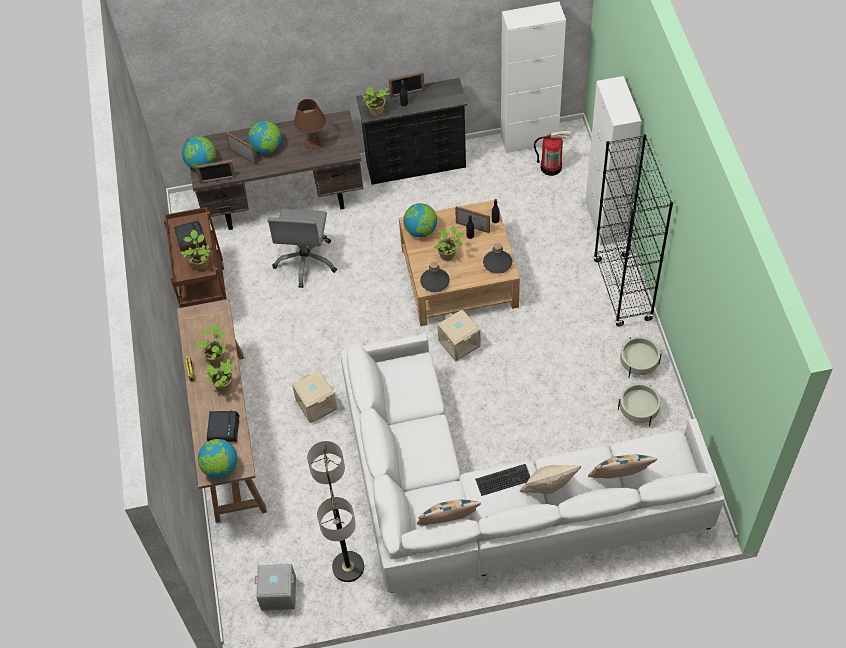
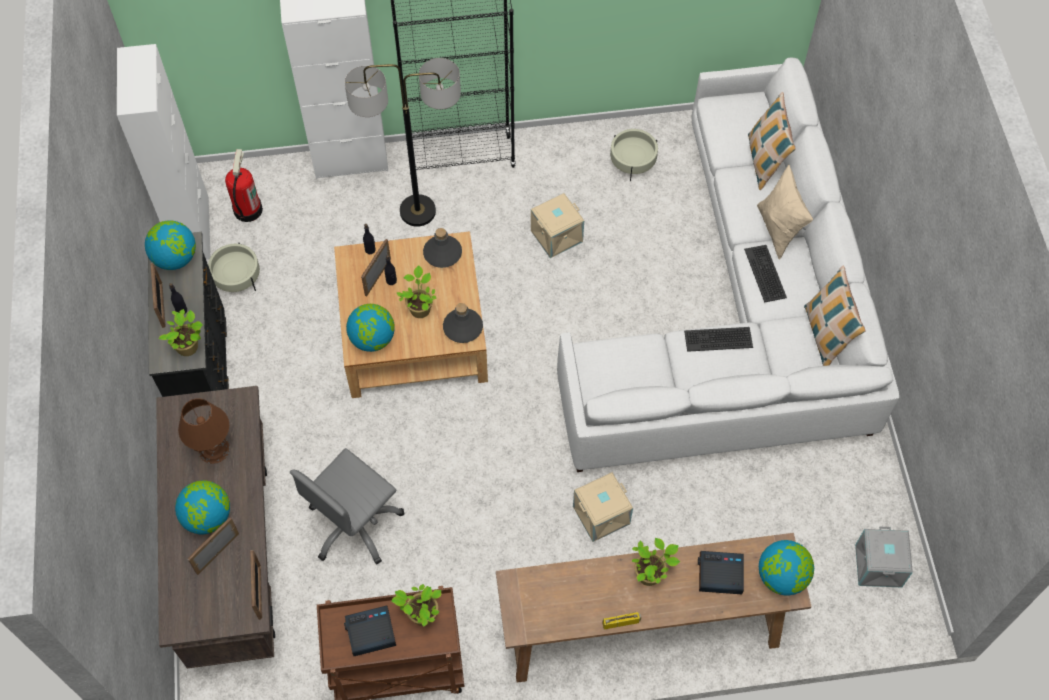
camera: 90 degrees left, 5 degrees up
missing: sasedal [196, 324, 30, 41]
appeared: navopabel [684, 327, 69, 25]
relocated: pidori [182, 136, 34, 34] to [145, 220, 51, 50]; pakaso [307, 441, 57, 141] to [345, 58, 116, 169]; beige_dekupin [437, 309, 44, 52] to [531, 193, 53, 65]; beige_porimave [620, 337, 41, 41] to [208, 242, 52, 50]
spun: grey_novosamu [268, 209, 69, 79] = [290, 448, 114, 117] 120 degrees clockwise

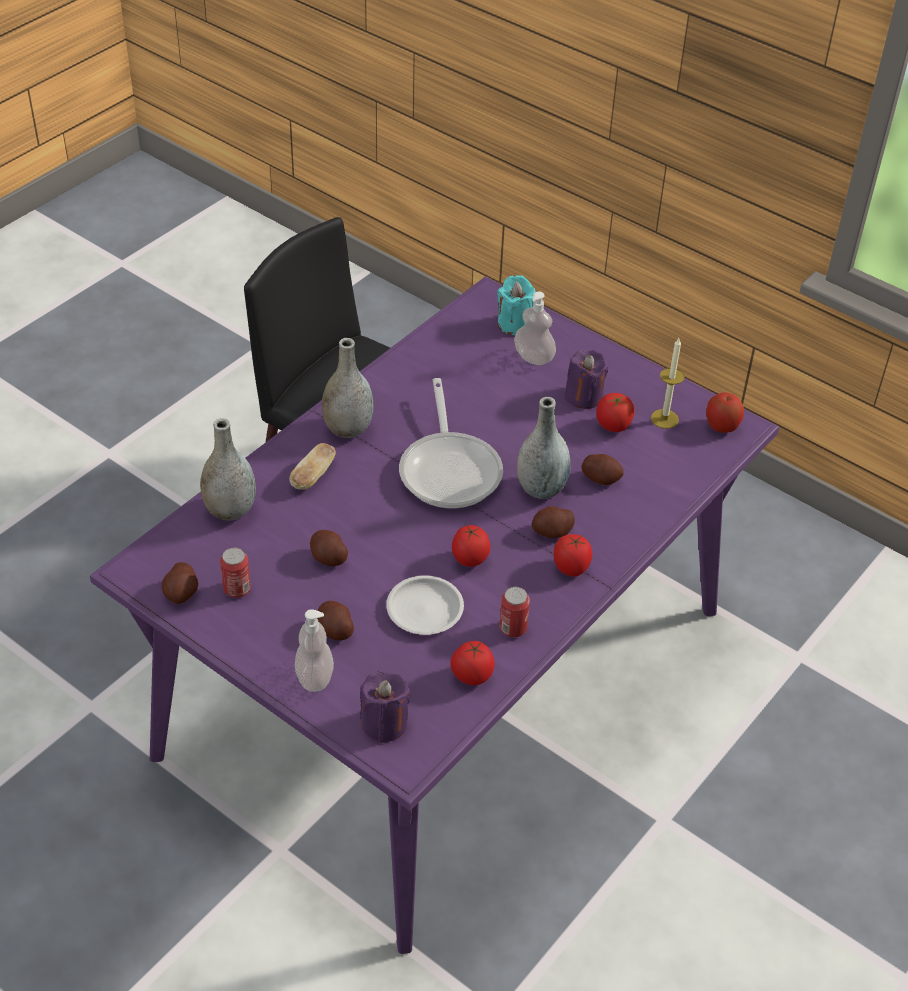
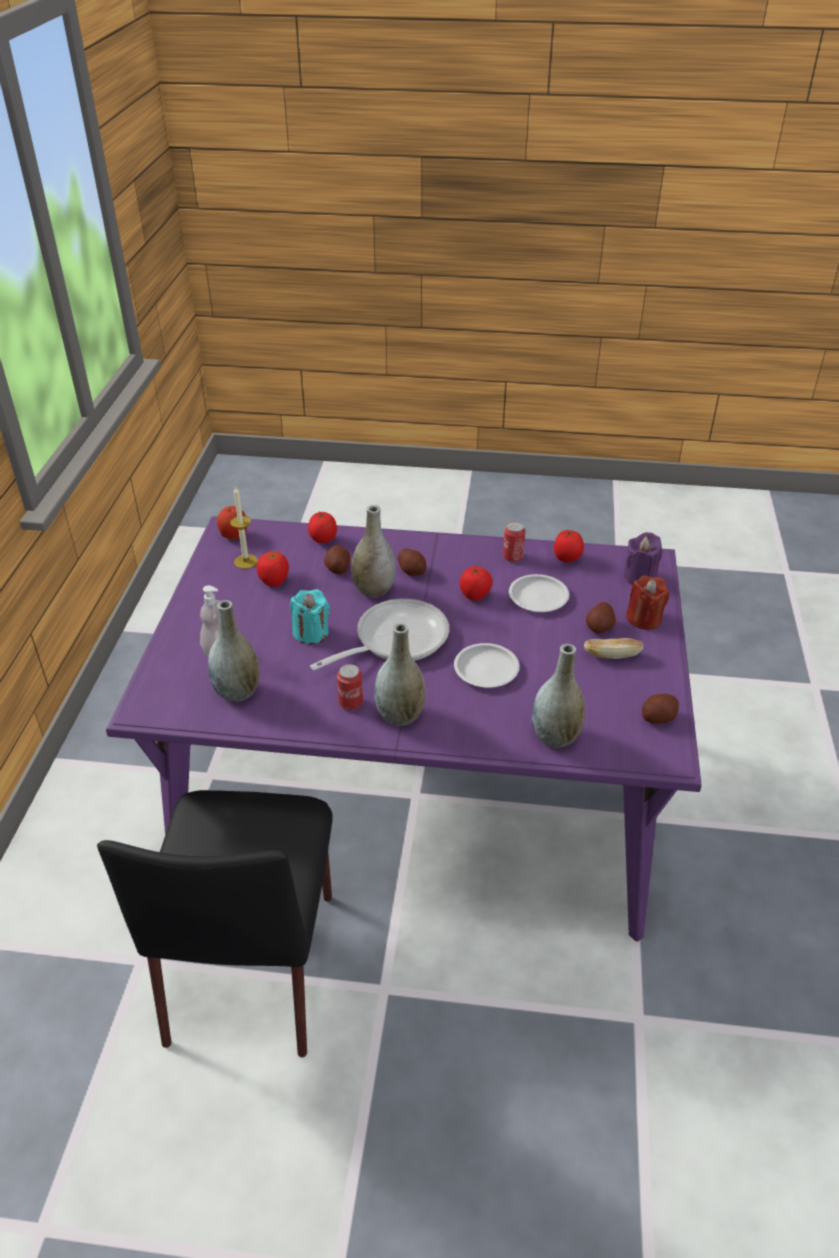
camera: 120 degrees left, 5 degrees down
missing: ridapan [310, 530, 38, 36]; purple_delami [564, 350, 44, 59]
appeared: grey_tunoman [208, 600, 52, 102]; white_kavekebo [454, 643, 65, 45]
relocated: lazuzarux [220, 547, 31, 51] to [337, 664, 26, 46]; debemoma [289, 443, 47, 47] to [584, 638, 60, 21]; turquoise_delami [497, 275, 39, 60] to [290, 589, 40, 55]; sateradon [554, 534, 38, 43] to [308, 512, 29, 31]
exchanged: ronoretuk [295, 609, 39, 83] to red_delami [626, 575, 43, 55]

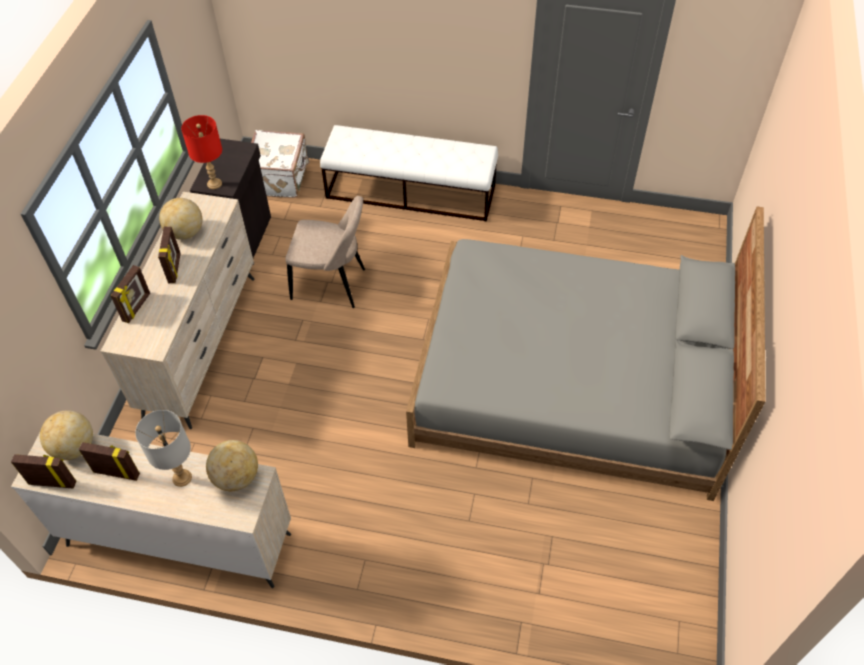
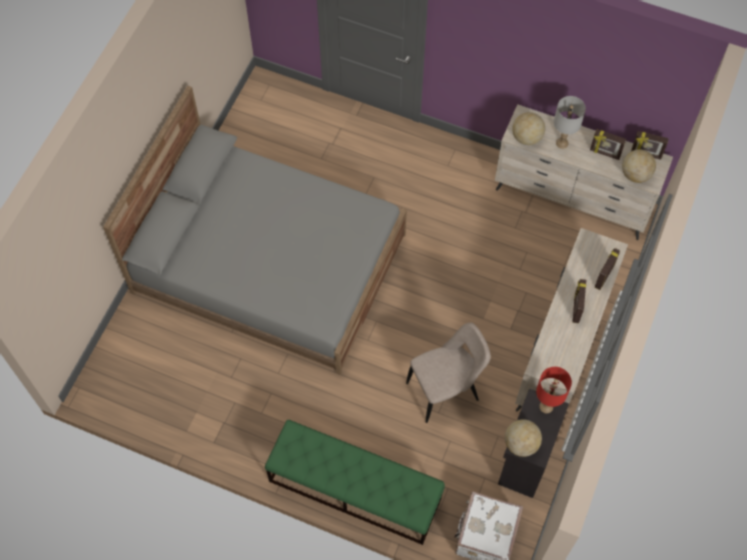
camera: 170 degrees left, 10 degrees up
relocated: pidori [159, 198, 43, 42] to [505, 419, 37, 38]
colour: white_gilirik [320, 125, 178, 96] to green_gilirik [265, 420, 180, 125]
spun: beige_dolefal [285, 196, 80, 112] = [406, 322, 85, 101] 135 degrees clockwise

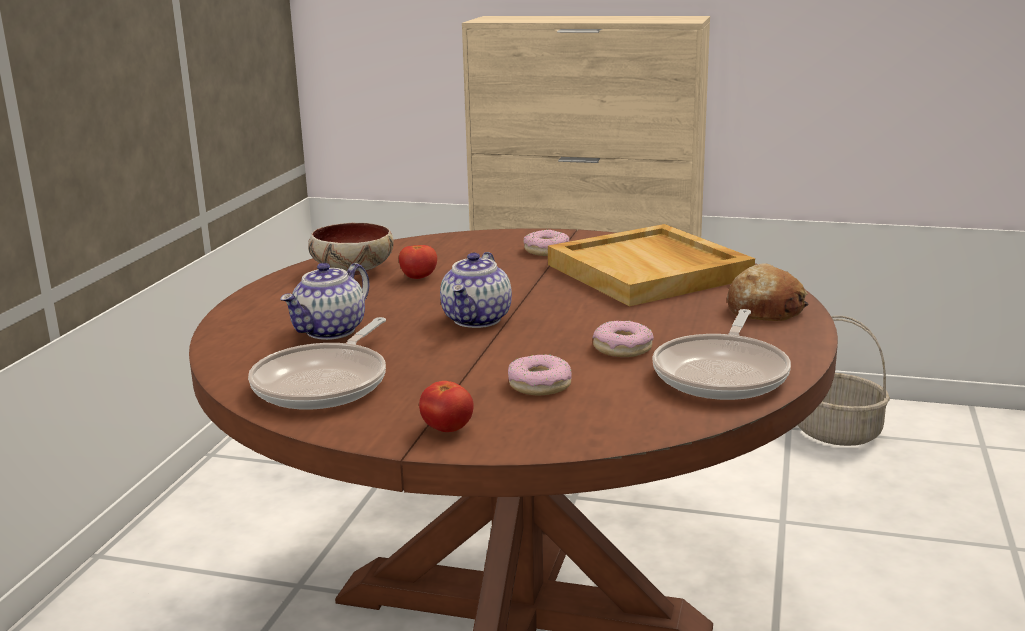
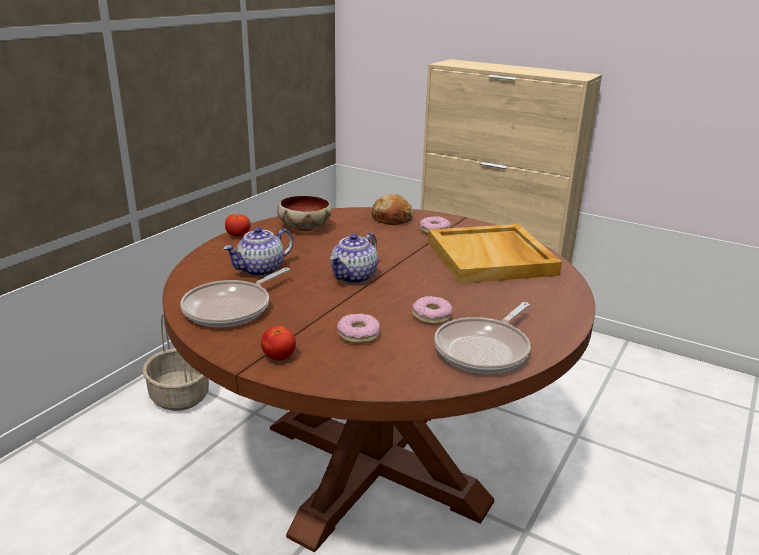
camera: 15 degrees right, 5 degrees up
relocated: sateradon [399, 245, 38, 34] to [225, 214, 26, 23]; debemoma [727, 263, 81, 58] to [371, 194, 43, 31]; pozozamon [797, 316, 93, 130] to [142, 314, 67, 97]

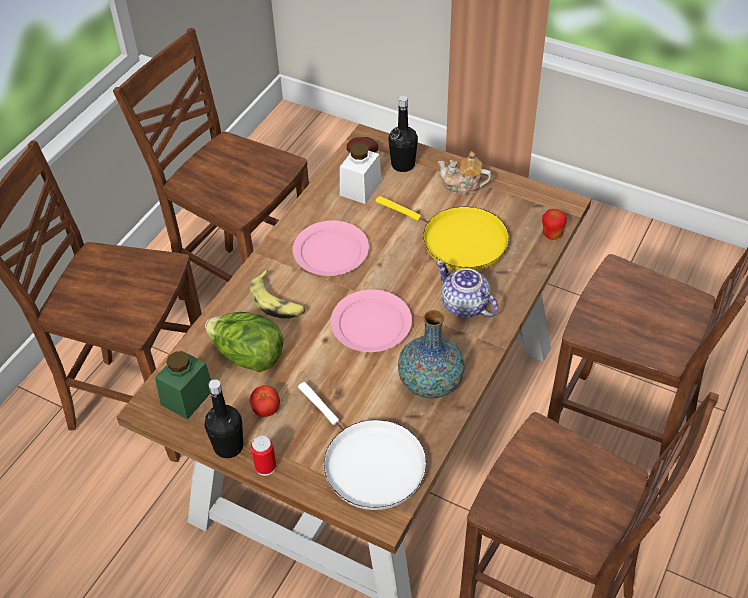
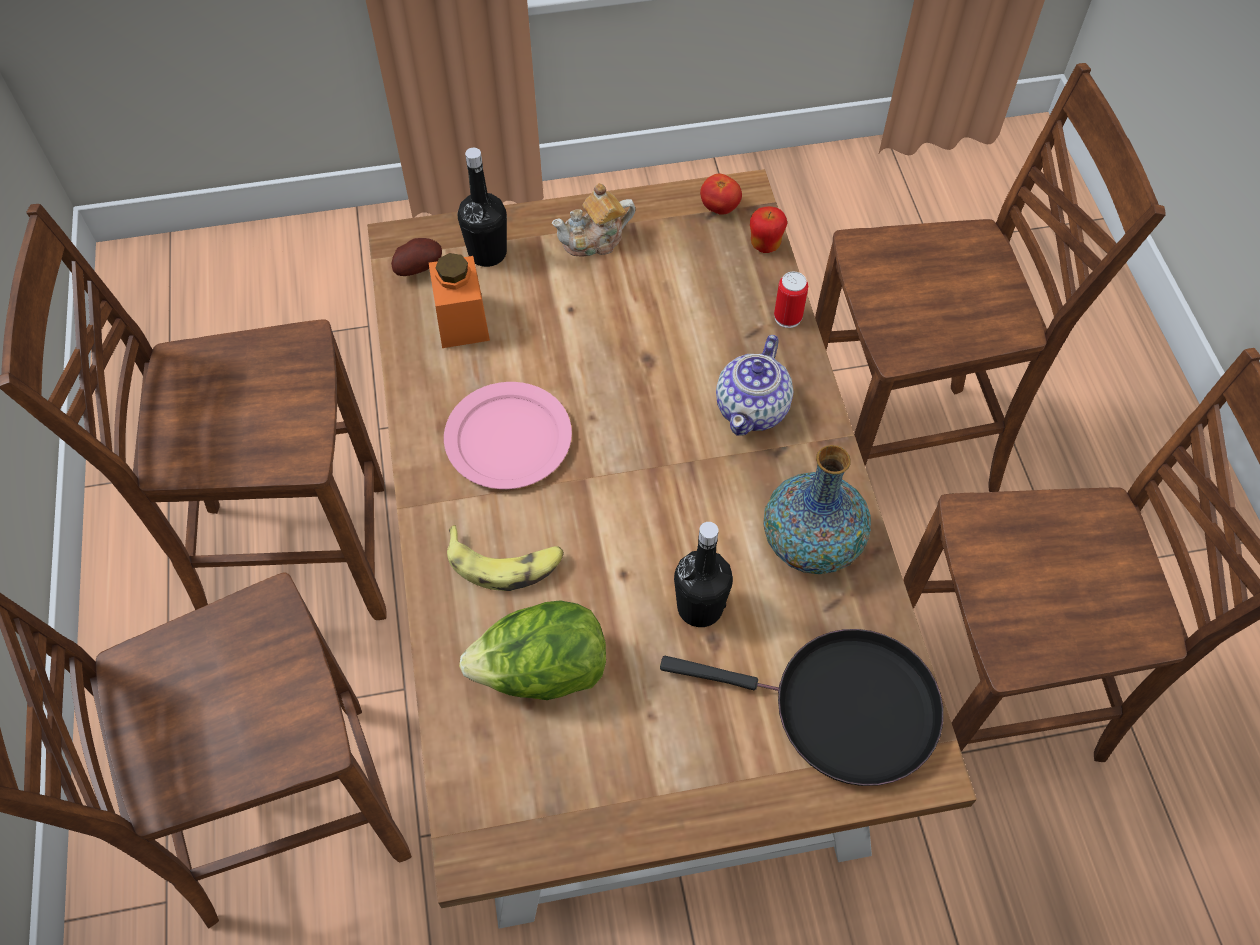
camera: 40 degrees left, 10 degrees up
missing: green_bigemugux [155, 350, 56, 70]; pink_kavekebo [331, 290, 81, 62]; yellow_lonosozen [376, 196, 133, 75]
relocated: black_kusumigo [205, 379, 38, 79] to [674, 522, 59, 105]; sateradon [250, 385, 30, 32] to [700, 174, 42, 41]; lazuzarux [251, 436, 25, 40] to [774, 272, 34, 56]
colour: white_lonosozen [298, 382, 129, 128] to black_lonosozen [660, 629, 284, 157]; white_bigemugux [340, 144, 42, 60] to orange_bigemugux [429, 253, 61, 95]
spun: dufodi [436, 260, 62, 57] = [716, 335, 77, 100] 75 degrees counterclockwise

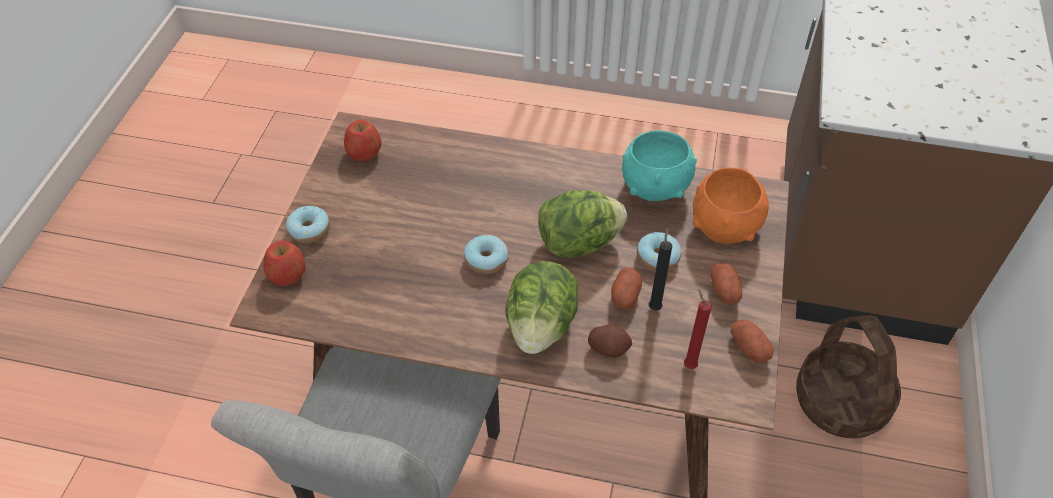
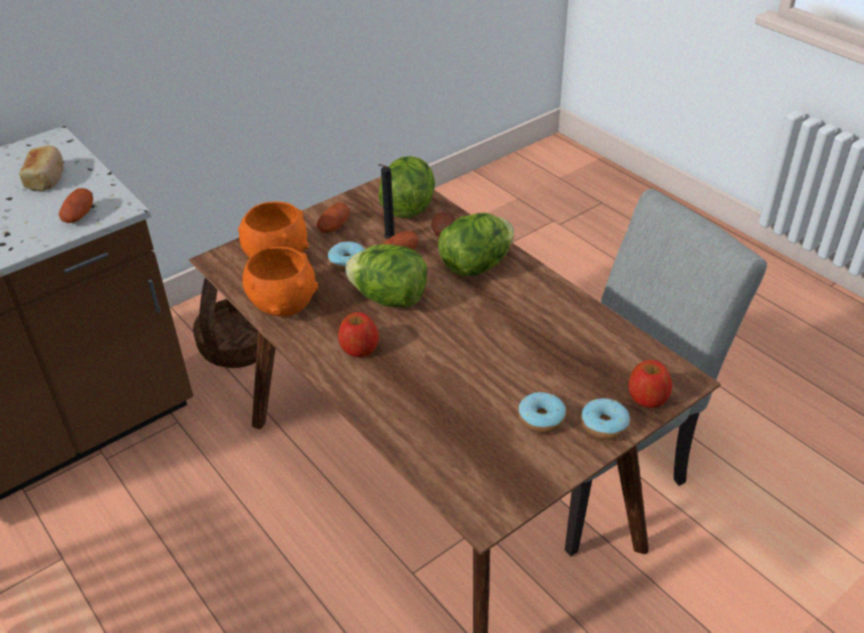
camera: 140 degrees left, 10 degrees down
appeared: debemoma [19, 145, 45, 46]
relocated: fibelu [344, 120, 38, 41] to [338, 312, 41, 45]; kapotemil [464, 235, 44, 39] to [518, 392, 48, 41]; ridapan [731, 320, 43, 42] to [59, 188, 34, 35]
exchanged: red_delami [684, 289, 28, 80] to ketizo [378, 156, 57, 62]
colour: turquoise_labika [622, 130, 75, 71] to orange_labika [242, 247, 76, 70]

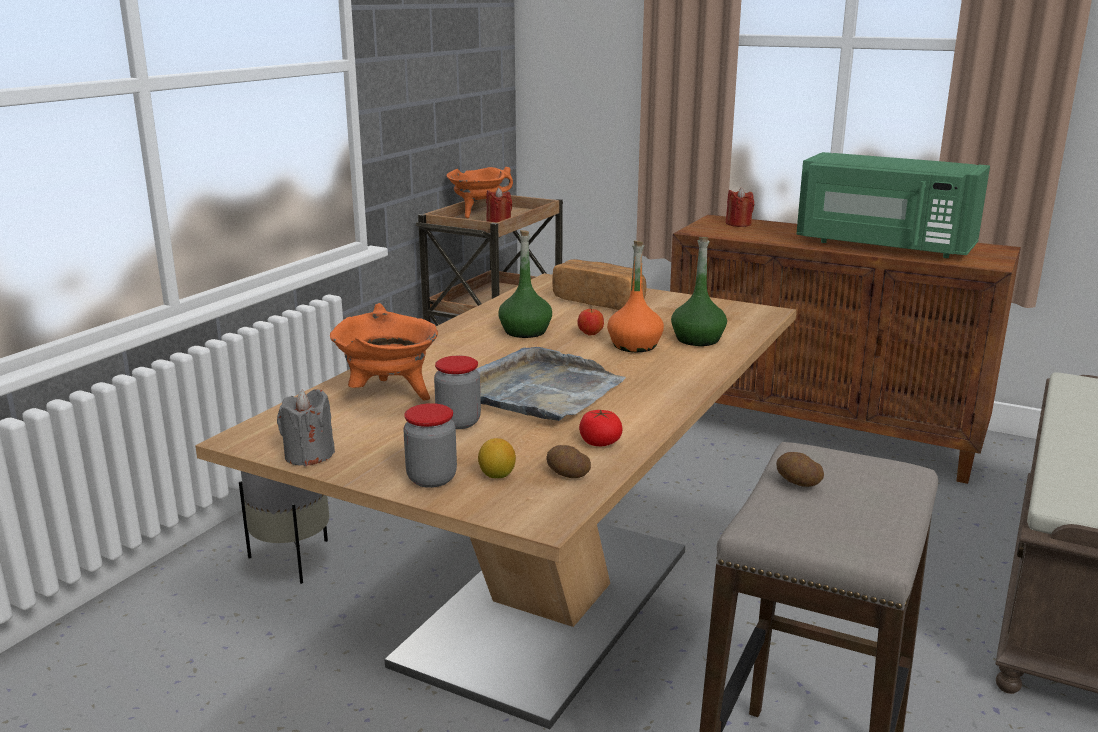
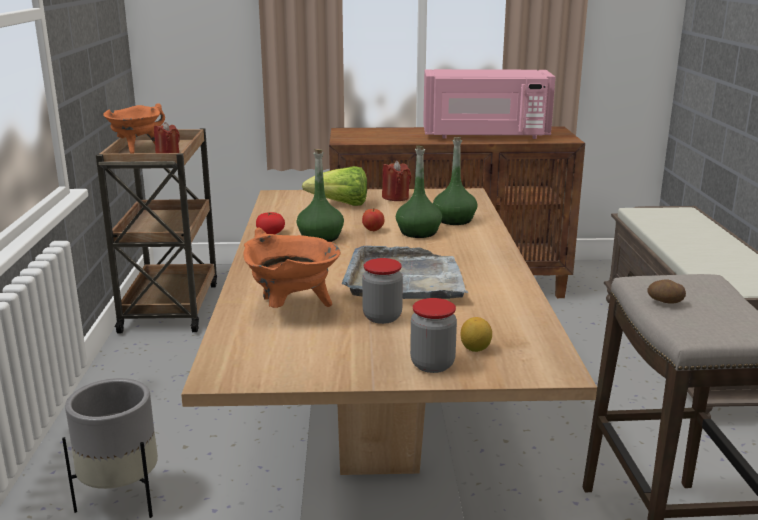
camera: 30 degrees left, 0 degrees up
missing: grey_delami [277, 389, 58, 77]; ridapan [547, 445, 44, 33]
relocated: sateradon [579, 409, 44, 37] to [256, 212, 29, 22]; red_delami [726, 187, 28, 40] to [382, 160, 29, 41]
exchanged: debemoma [552, 259, 94, 51] to ketizo [302, 166, 65, 40]
colour: orange_kusumigo [607, 241, 57, 111] to green_kusumigo [396, 146, 46, 92]; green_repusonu [796, 152, 194, 106] to pink_repusonu [423, 69, 132, 70]

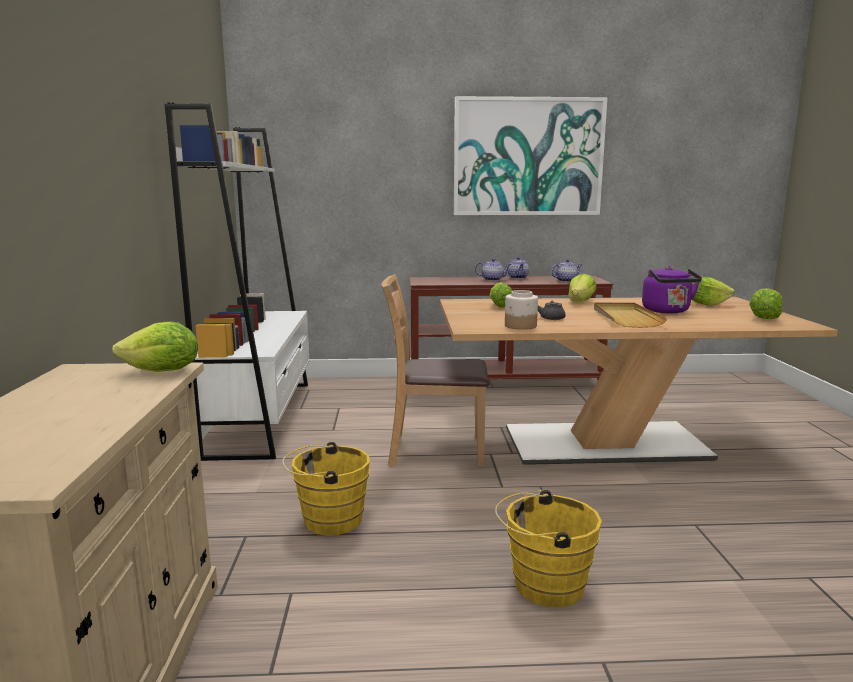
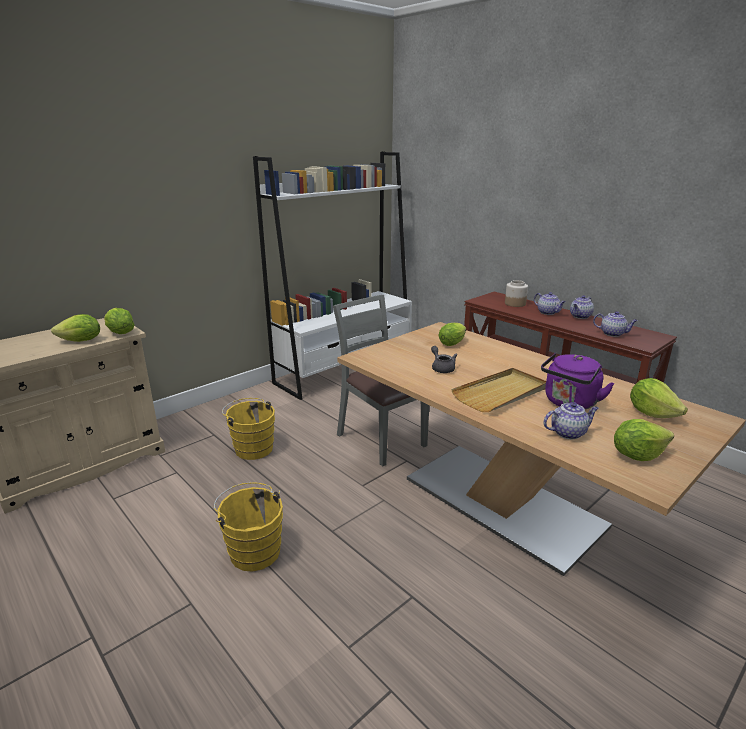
camera: 50 degrees right, 10 degrees up
missing: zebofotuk [454, 96, 154, 119]
appeared: dufodi [543, 402, 56, 37]
relocated: bigemugux [505, 290, 33, 40] to [505, 280, 23, 27]; ketizo [568, 274, 29, 28] to [51, 314, 49, 28]
colour: brown_dolefal [381, 274, 108, 193] to grey_dolefal [333, 295, 96, 171]

